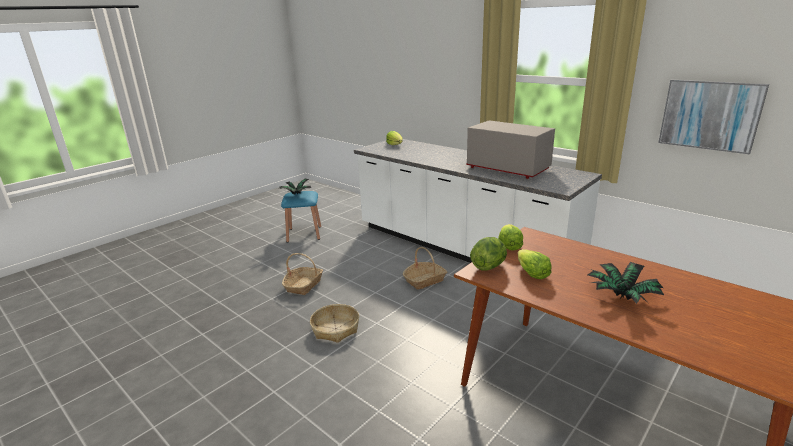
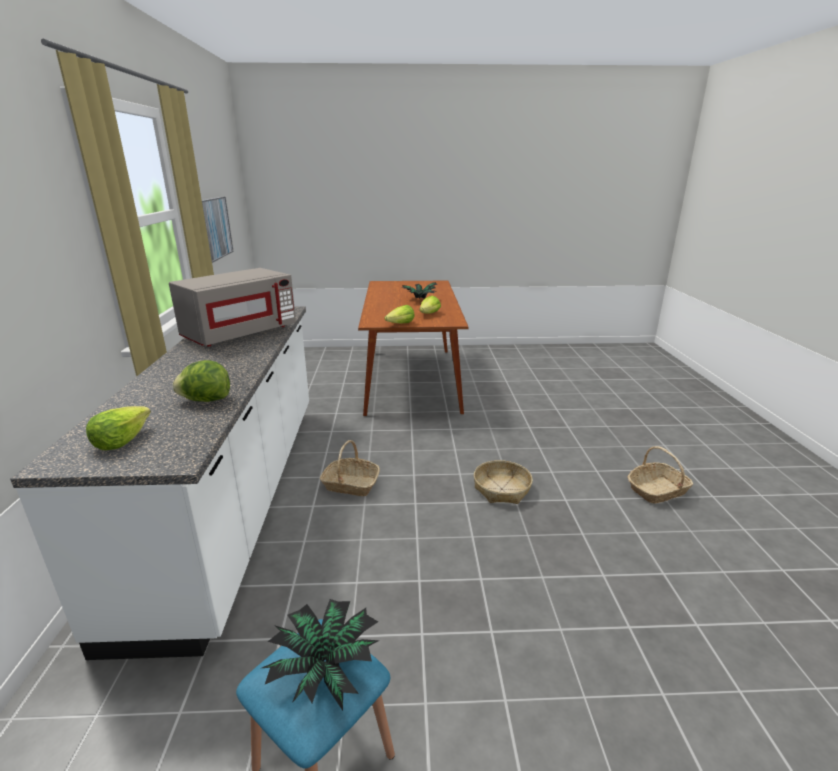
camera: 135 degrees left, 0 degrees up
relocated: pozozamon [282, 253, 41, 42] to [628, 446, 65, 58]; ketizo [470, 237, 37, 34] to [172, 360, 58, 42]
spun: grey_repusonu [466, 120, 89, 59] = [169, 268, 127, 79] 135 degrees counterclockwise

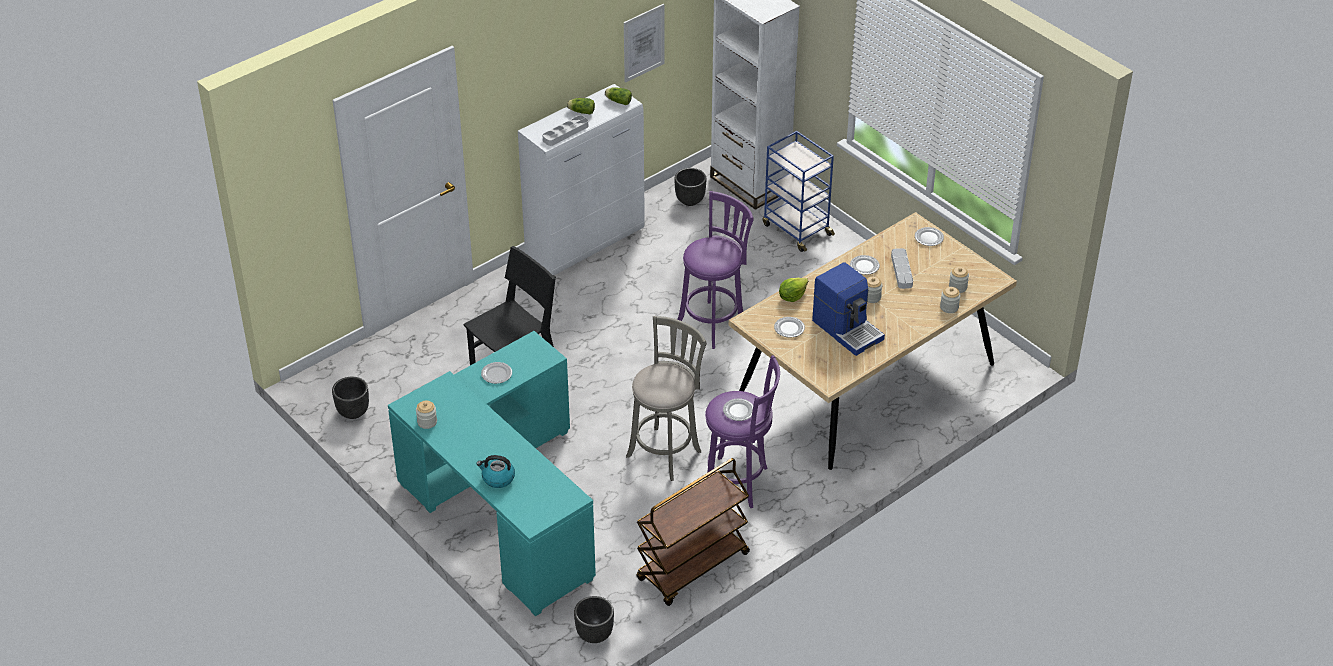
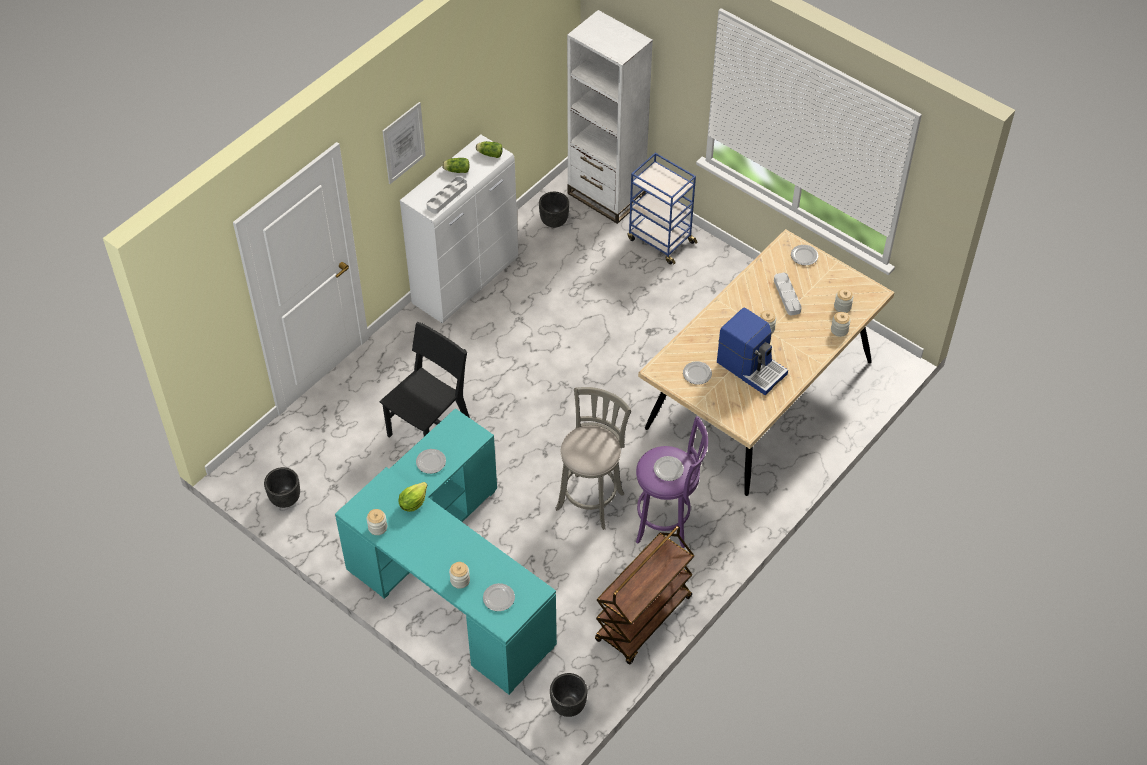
camera: 10 degrees left, 10 degrees up
missing: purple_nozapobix [677, 191, 76, 158]
relocated: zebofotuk [624, 4, 41, 79] to [382, 102, 44, 82]; ketizo [779, 278, 29, 24] to [398, 482, 30, 30]; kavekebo [850, 255, 30, 20] to [483, 583, 32, 28]
exchanged: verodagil [476, 455, 39, 33] to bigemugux [449, 562, 21, 27]

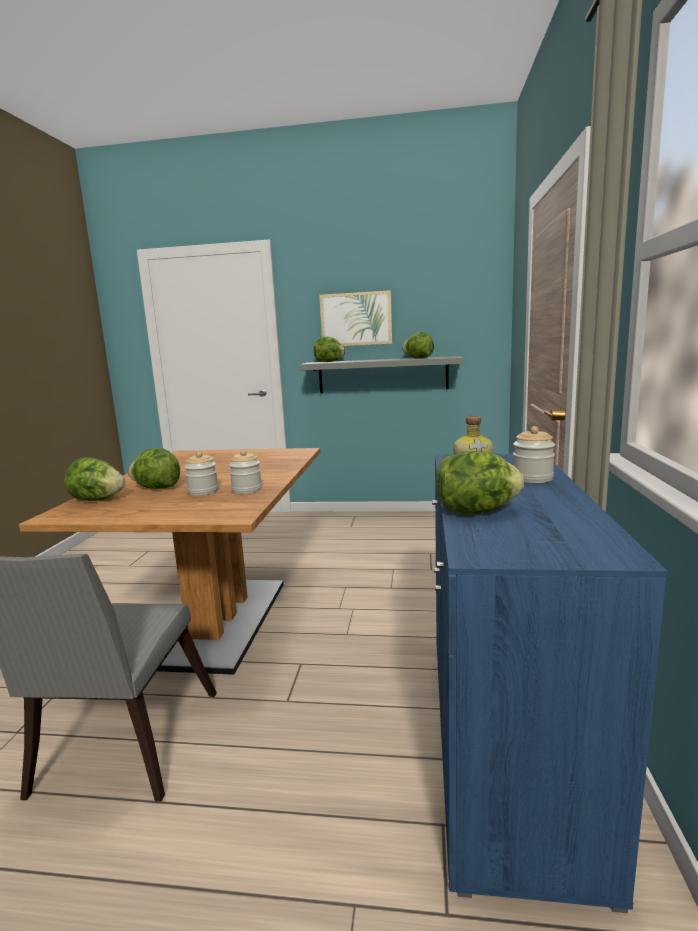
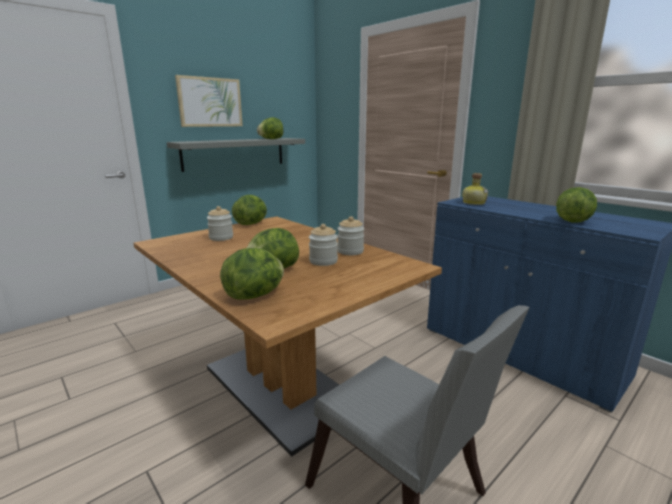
camera: 50 degrees left, 5 degrees up
relocated: ketizo [314, 336, 31, 26] to [232, 195, 35, 30]; bigemugux [513, 426, 42, 57] to [207, 206, 26, 35]

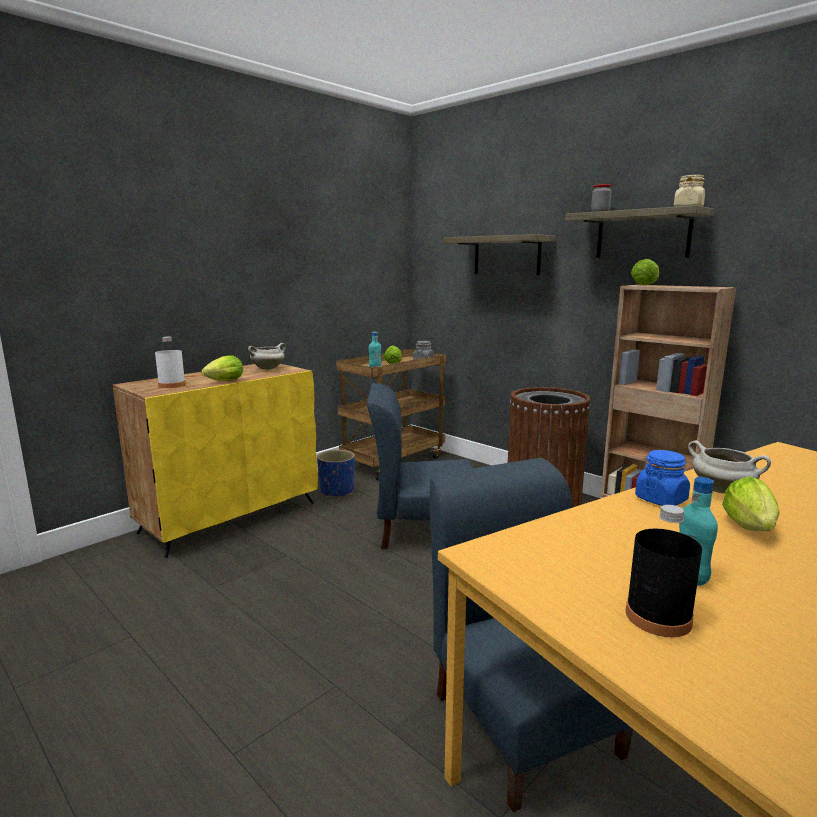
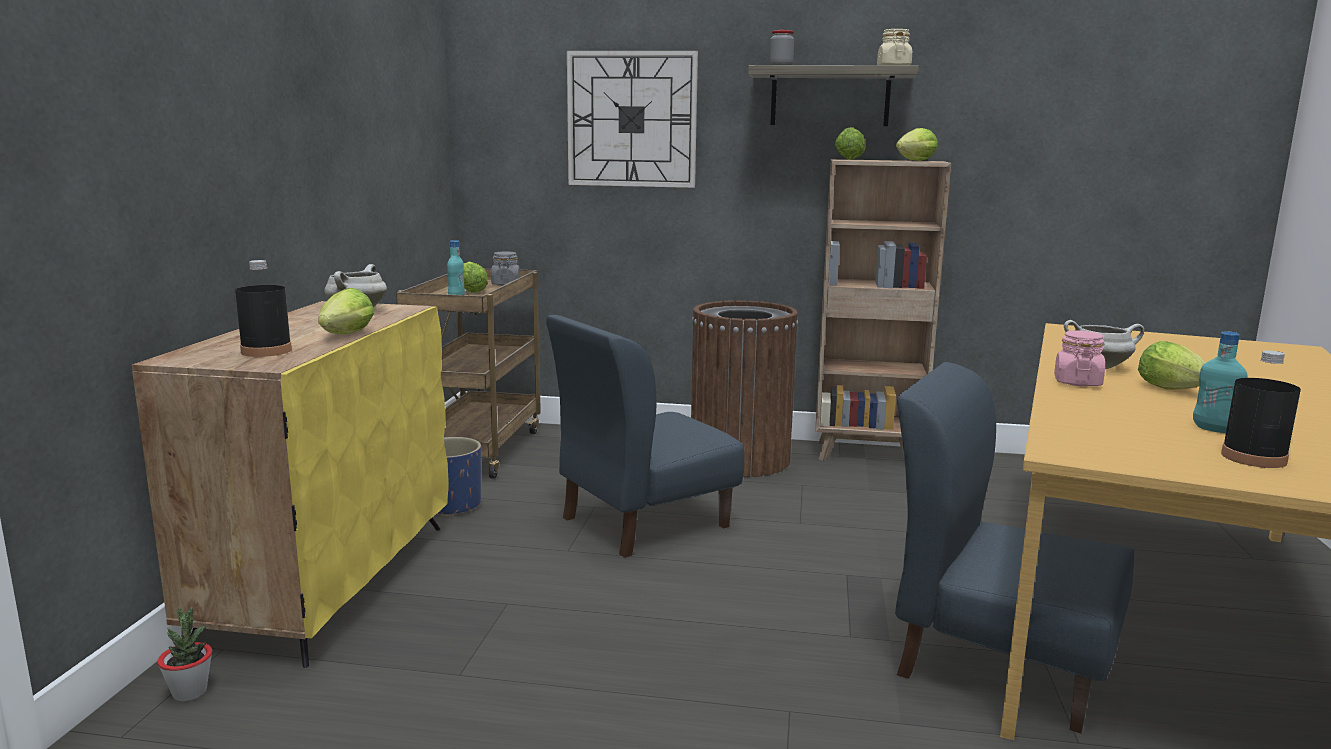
camera: 35 degrees left, 0 degrees up
appeared: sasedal [157, 607, 55, 94]; ketizo [896, 128, 42, 33]
exchanged: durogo [443, 234, 112, 41] to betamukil [567, 51, 131, 137]
colour: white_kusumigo [155, 337, 31, 51] to black_kusumigo [235, 260, 57, 97]; blue_bigemugux [635, 450, 55, 56] to pink_bigemugux [1054, 330, 51, 56]

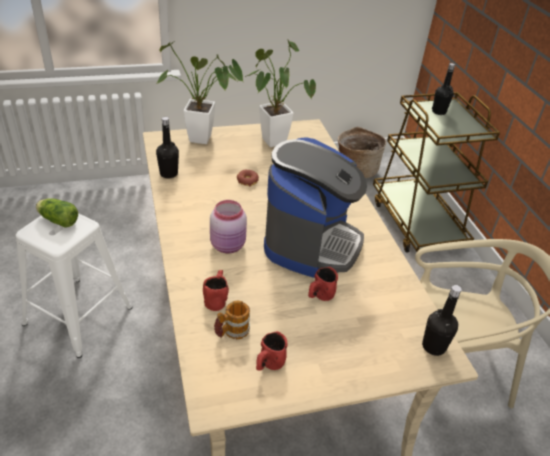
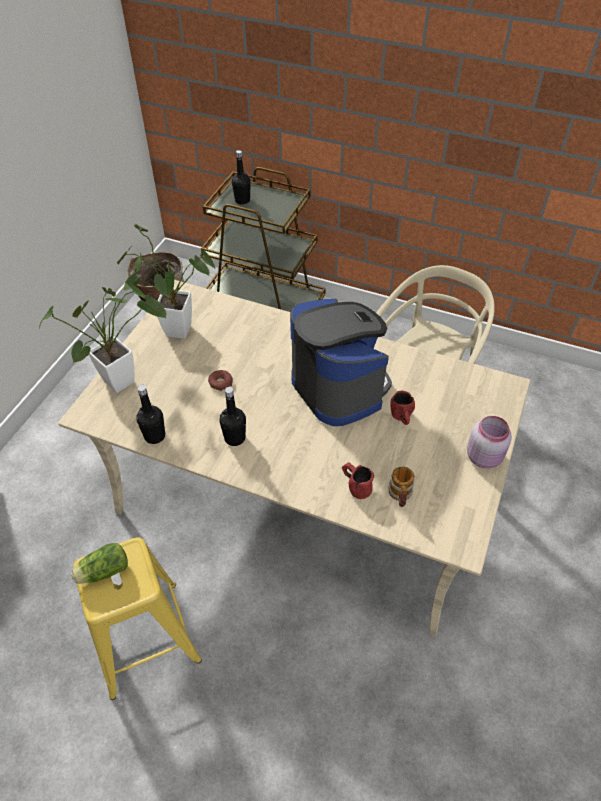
camera: 50 degrees left, 10 degrees up
missing: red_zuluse [256, 331, 31, 40]
relocated: pink_bigemugux [210, 200, 37, 53] to [467, 416, 45, 52]; black_kusumigo [422, 285, 40, 71] to [219, 387, 27, 59]
colour: white_nozapobix [16, 213, 116, 145] to yellow_nozapobix [73, 537, 129, 163]

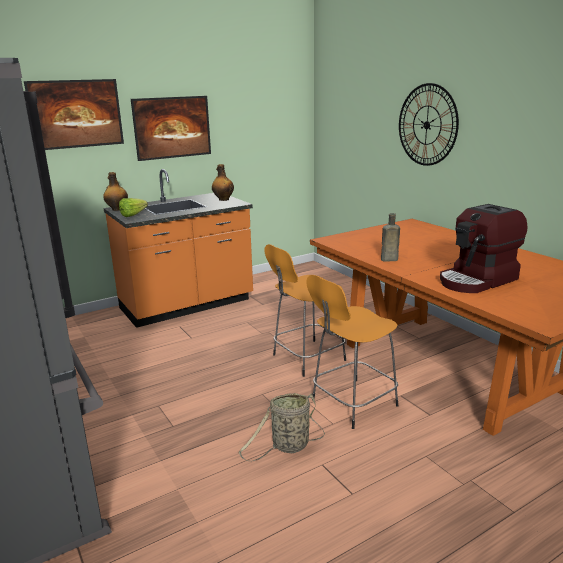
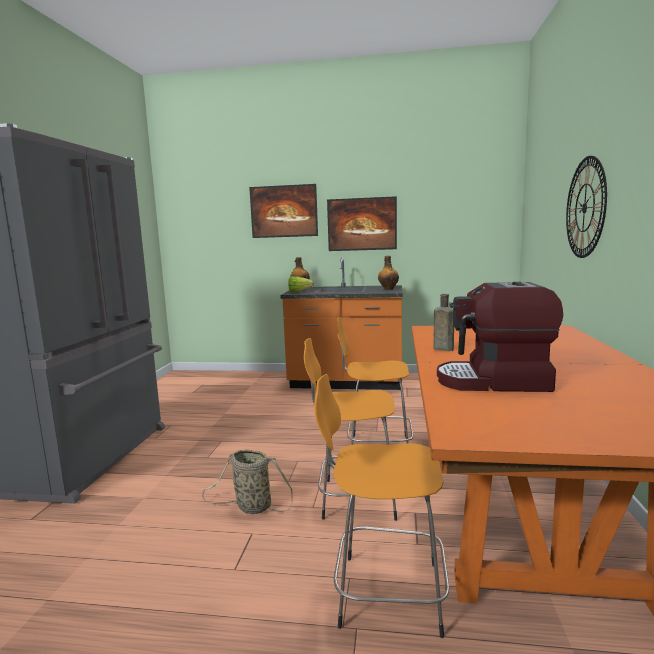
camera: 40 degrees right, 10 degrees down
appeared: orange_nozapobix [314, 374, 135, 264]

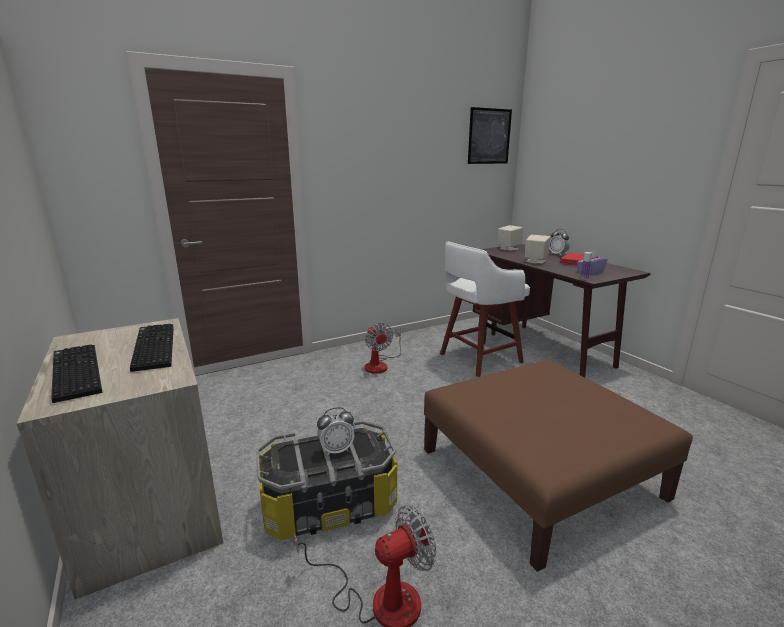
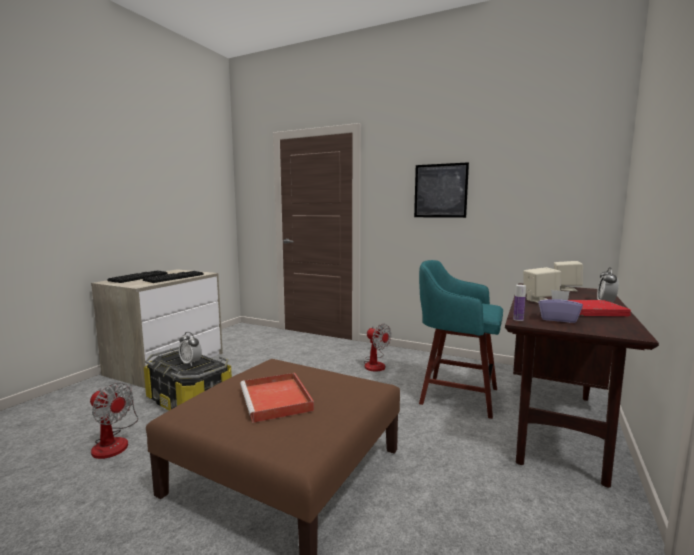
camera: 55 degrees right, 10 degrees down
appeared: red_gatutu [240, 373, 74, 50]
relocated: zebofotuk [468, 107, 44, 57] to [414, 162, 55, 56]
colour: white_nozapobix [440, 241, 90, 136] to turquoise_nozapobix [419, 260, 84, 159]
spun: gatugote [365, 323, 36, 51] = [363, 323, 29, 49] 75 degrees counterclockwise

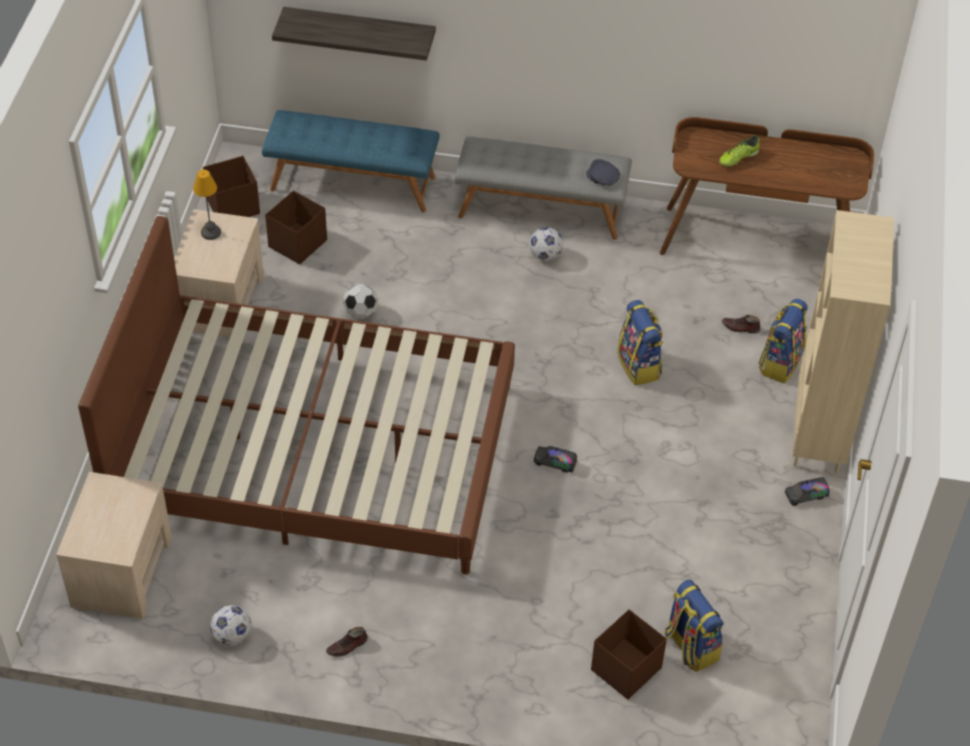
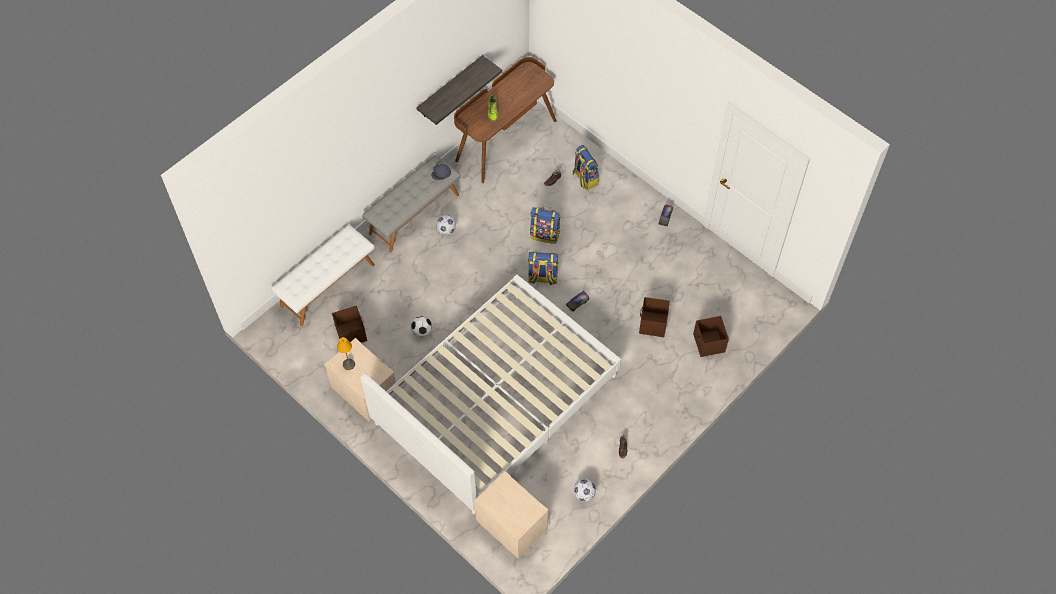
camera: 55 degrees left, 10 degrees up
missing: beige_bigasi [792, 210, 102, 263]
relocated: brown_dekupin [203, 156, 57, 61] to [639, 297, 31, 40]; durogo [272, 7, 164, 54] to [416, 55, 86, 70]; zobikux [665, 579, 59, 93] to [528, 252, 30, 33]
colour: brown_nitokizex [78, 216, 437, 358] to white_nitokizex [360, 275, 261, 239]; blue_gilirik [262, 110, 177, 102] to white_gilirik [271, 225, 104, 101]

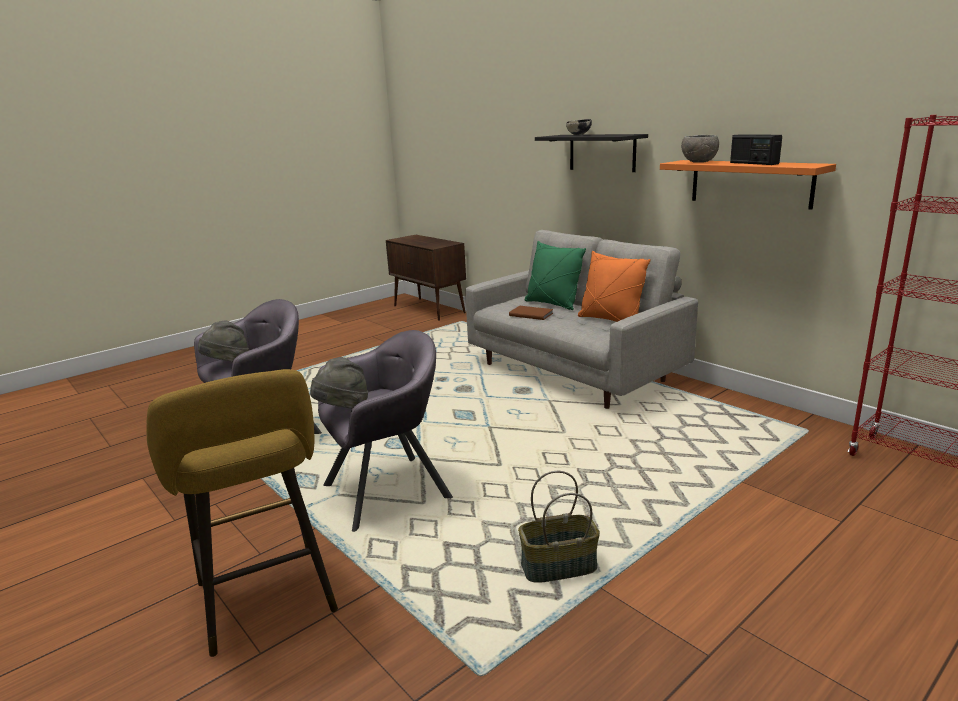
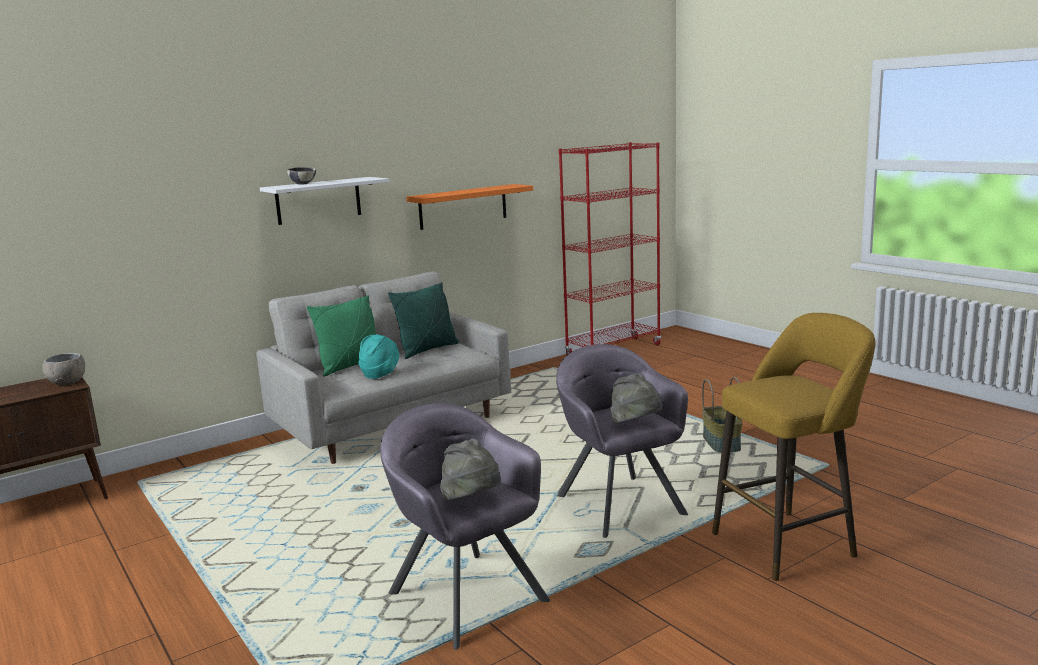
camera: 85 degrees left, 5 degrees down
missing: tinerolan [730, 134, 52, 31]
relocated: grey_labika [681, 135, 38, 28] to [42, 353, 43, 32]
exchanged: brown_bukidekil [509, 306, 44, 14] to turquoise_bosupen [359, 334, 40, 45]
colour: black_durogo [535, 134, 113, 38] to white_durogo [260, 177, 129, 48]; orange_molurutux [578, 251, 73, 71] to green_molurutux [388, 282, 71, 77]

